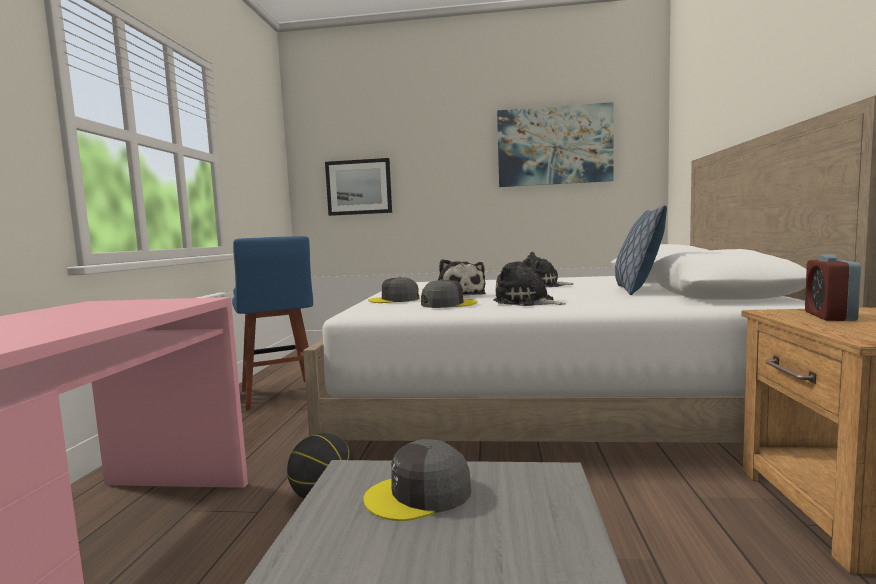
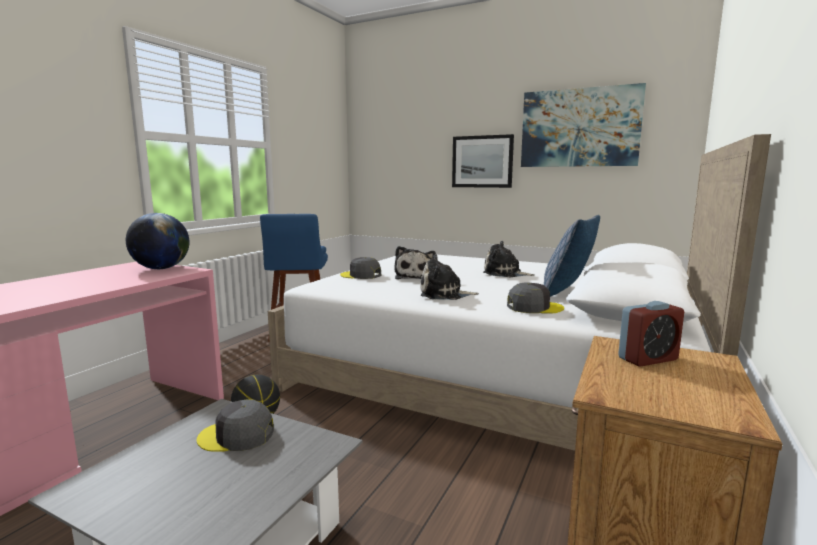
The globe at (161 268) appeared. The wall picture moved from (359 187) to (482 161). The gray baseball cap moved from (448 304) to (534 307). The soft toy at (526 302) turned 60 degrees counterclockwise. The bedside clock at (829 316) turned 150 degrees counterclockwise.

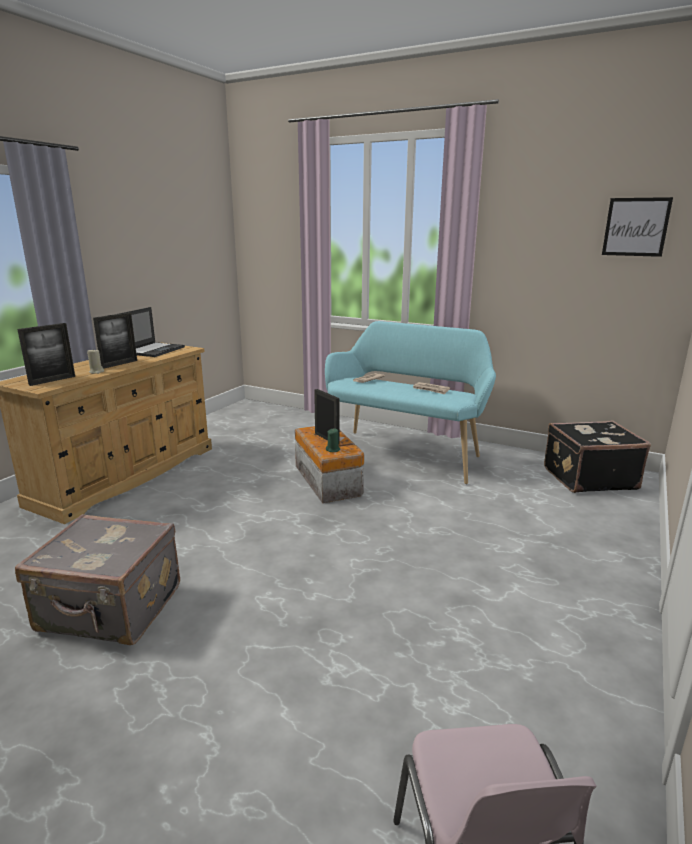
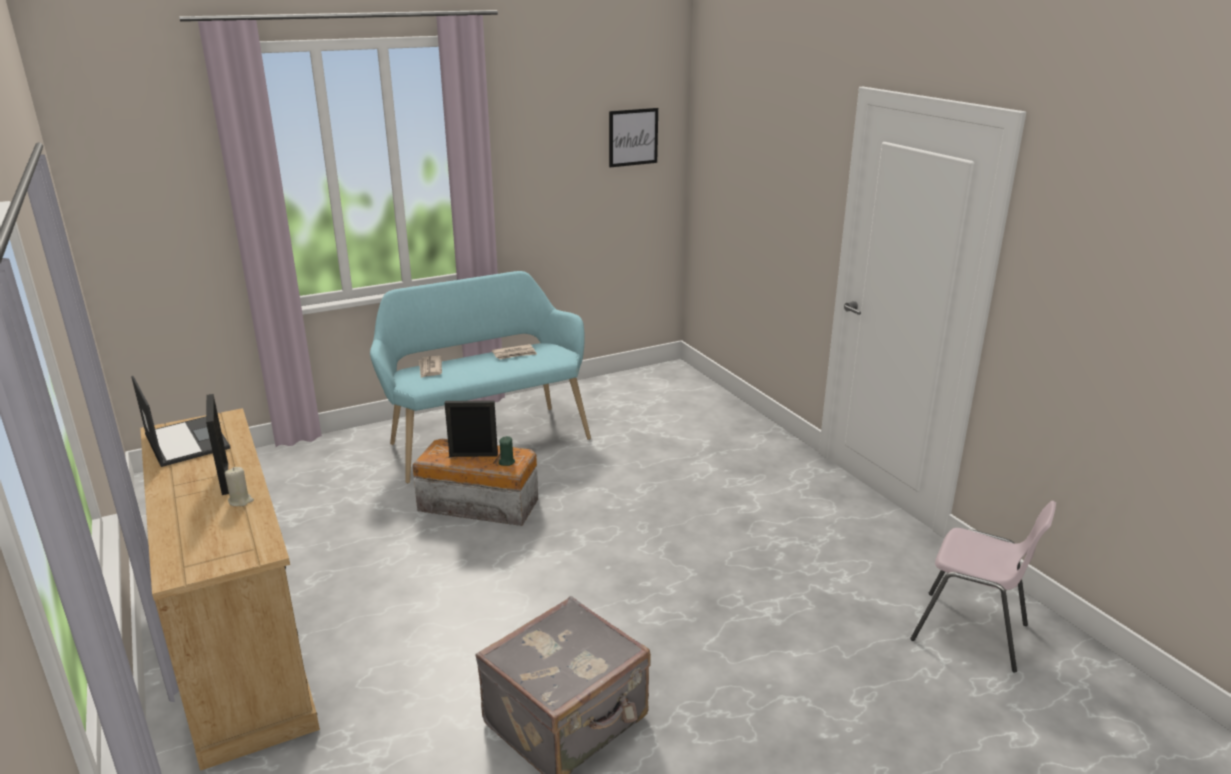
The standing frame at (52 380) disappeared. The blackish travel case at (588 478) disappeared.

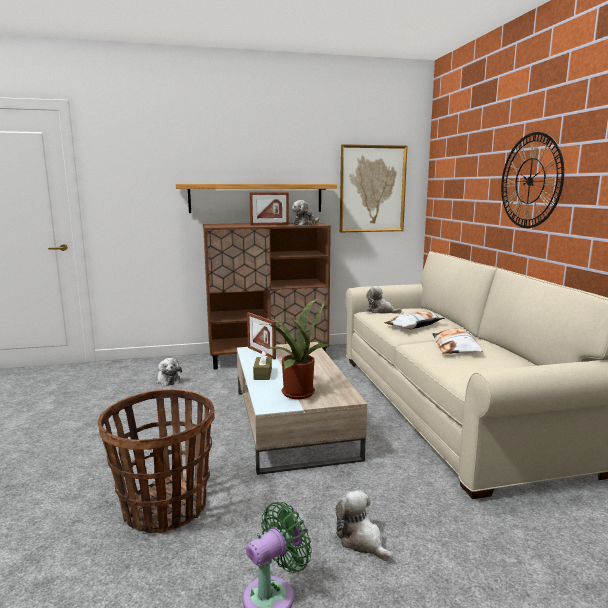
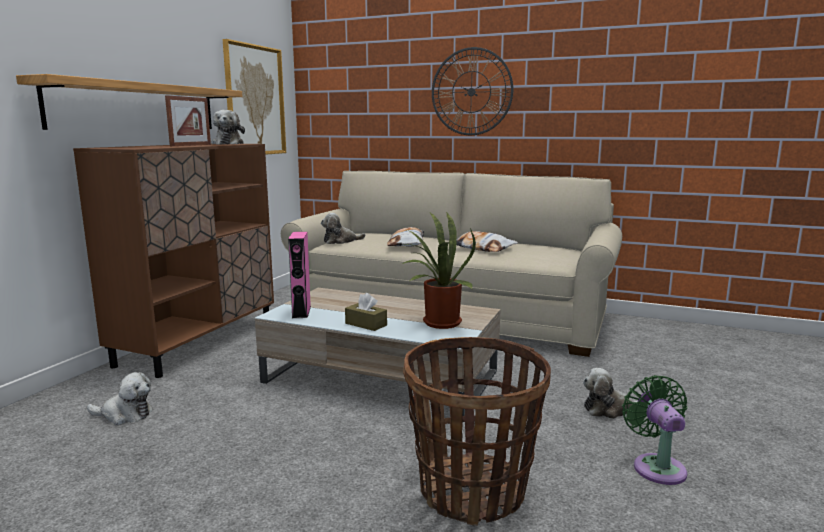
The standing frame at (261 353) was replaced by the pinkish loudspeaker at (301 312).

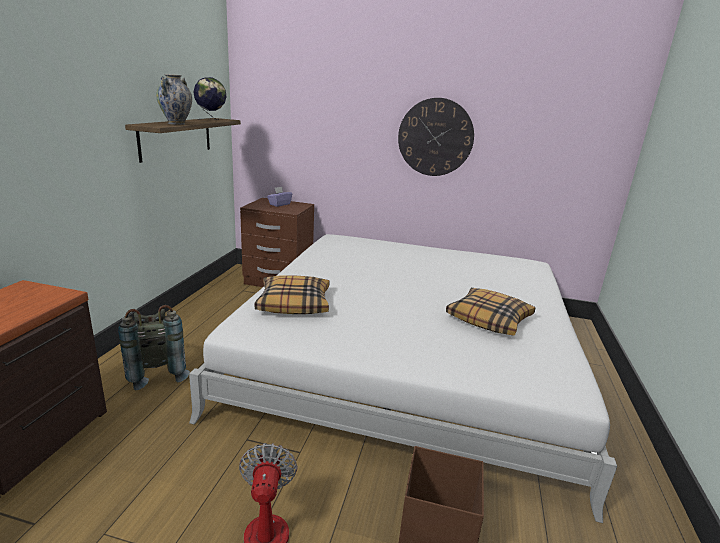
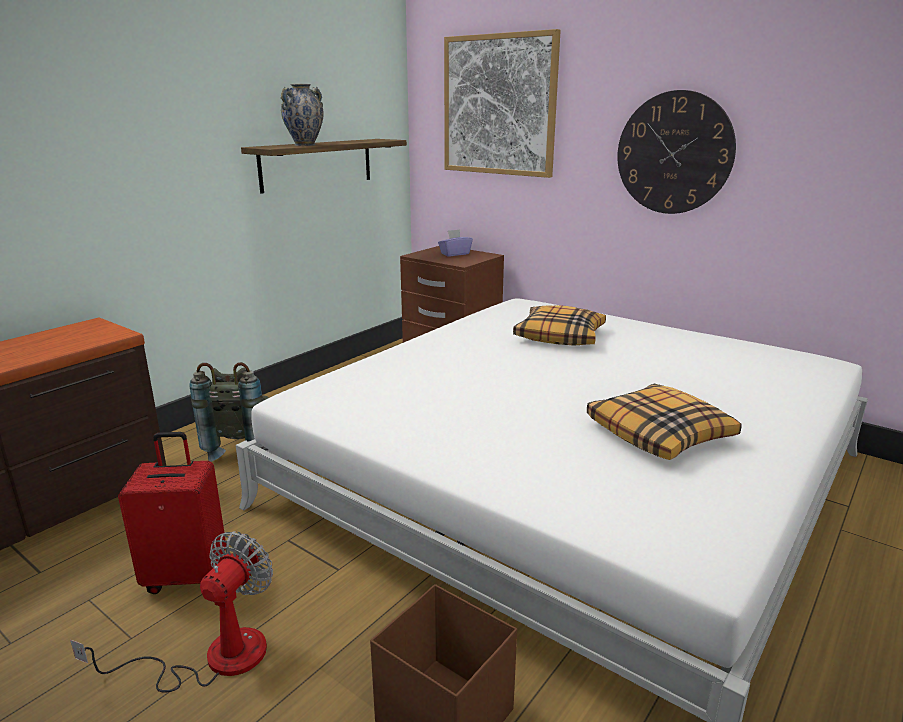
The globe at (211 119) disappeared. The reddish travel case at (188 576) appeared. The wall picture at (499 105) appeared. The throw pillow moved from (294 303) to (560 336).

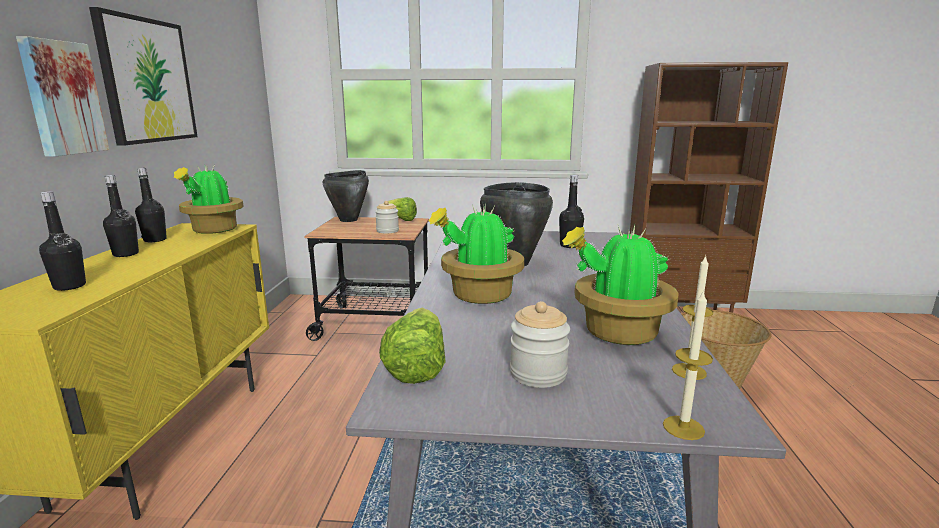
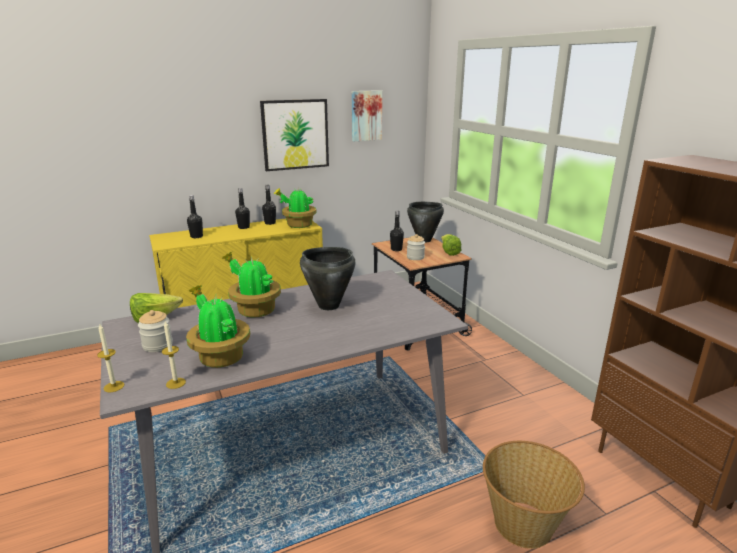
The wall picture moved from (62 98) to (366 115). The blackish bottle moved from (569 245) to (396 249).

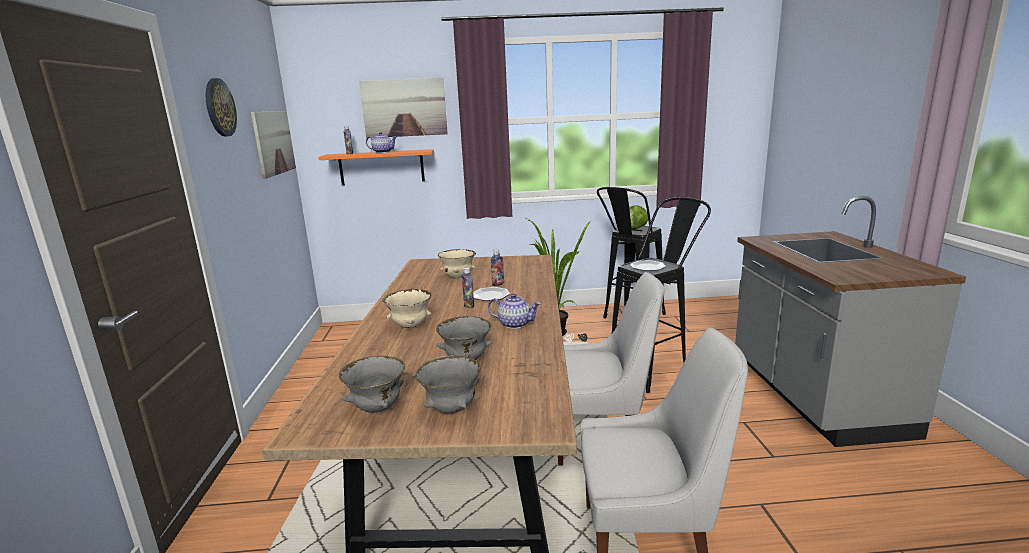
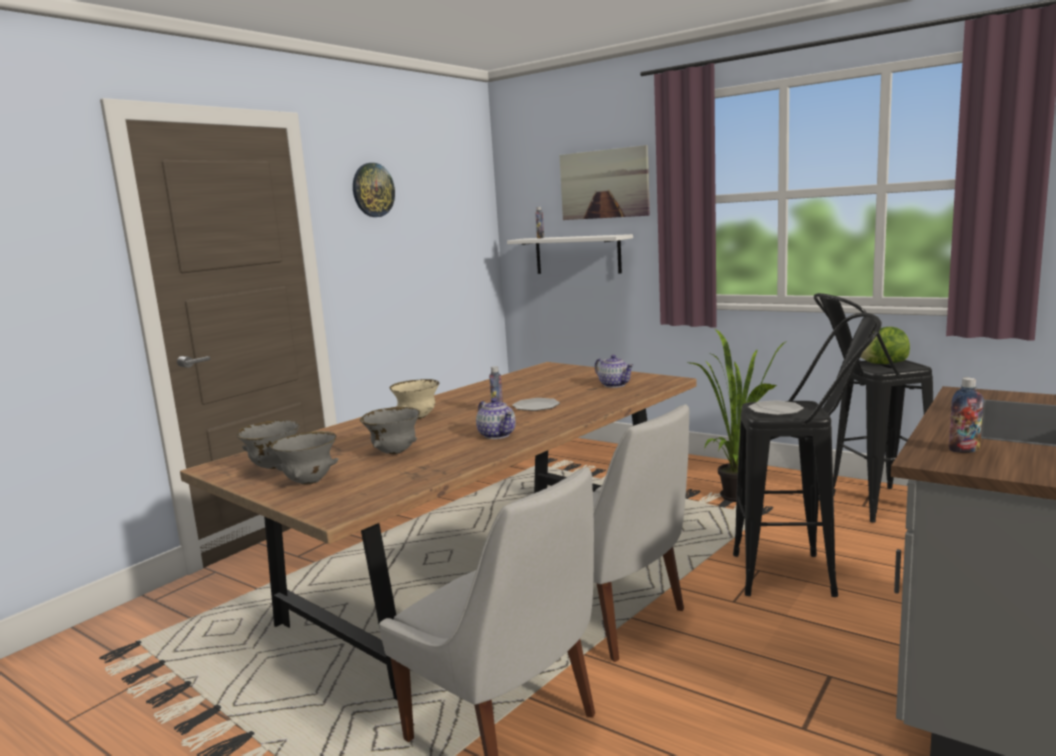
The wall picture at (274 142) disappeared. The beige-coloured serving bowl at (458 277) disappeared. The teapot moved from (382 152) to (614 385). The bottle moved from (498 284) to (964 450). The orange-coloured bracket shelf at (381 167) became the white bracket shelf at (577 254).

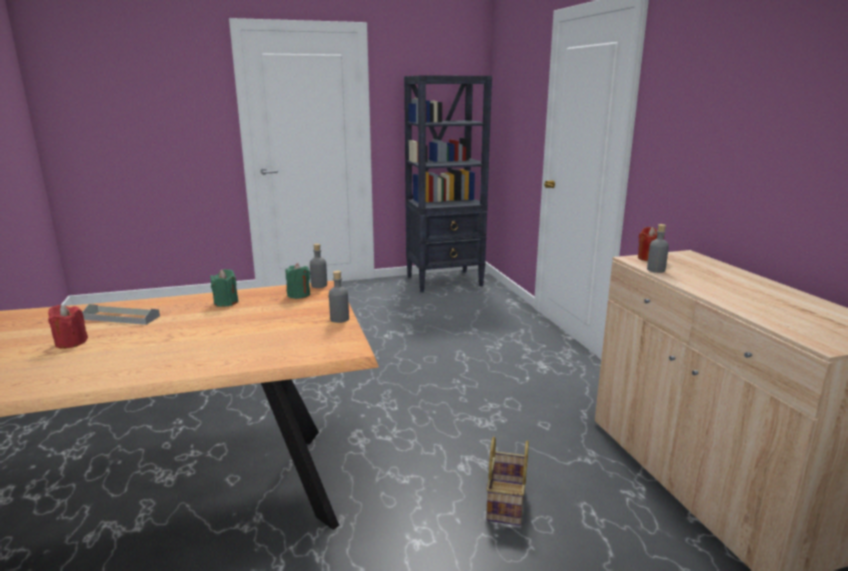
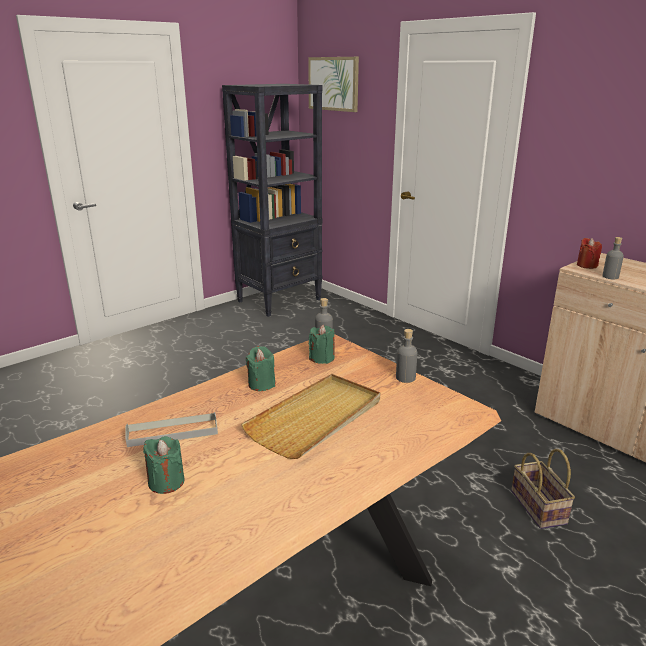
The beige-coloured tray at (316 418) appeared. The wall picture at (333 84) appeared. The reddish wax candle at (71 342) became the greenish wax candle at (166 482).

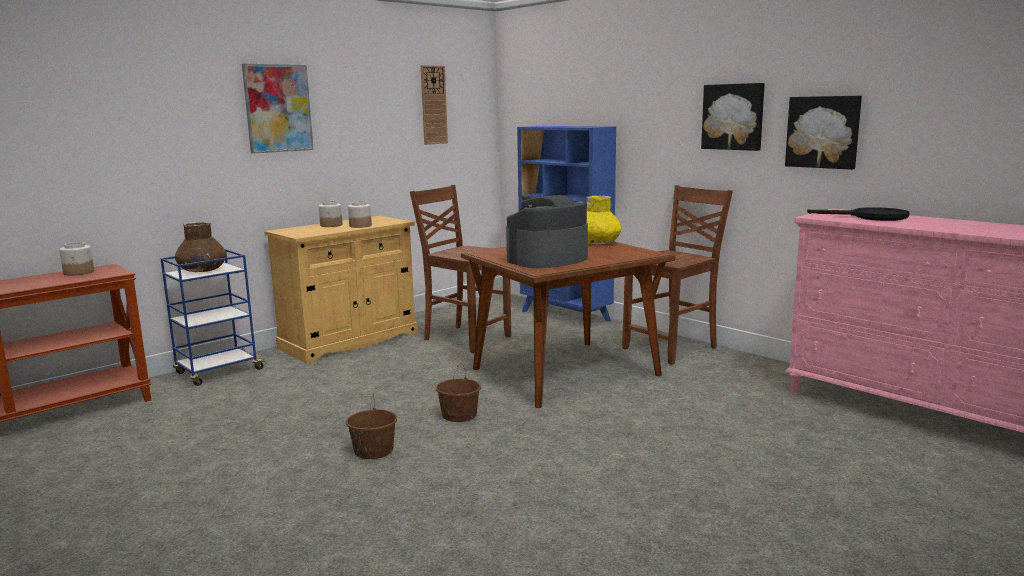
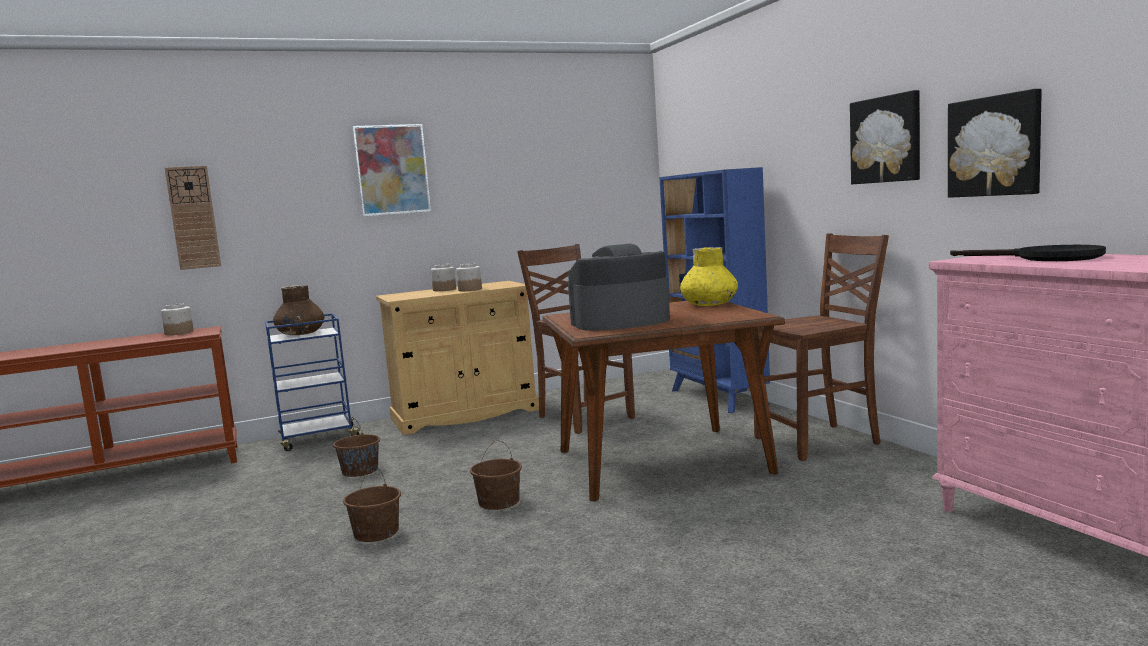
The brown-coloured pail at (360 471) appeared. The hanging clock moved from (433 105) to (193 217).

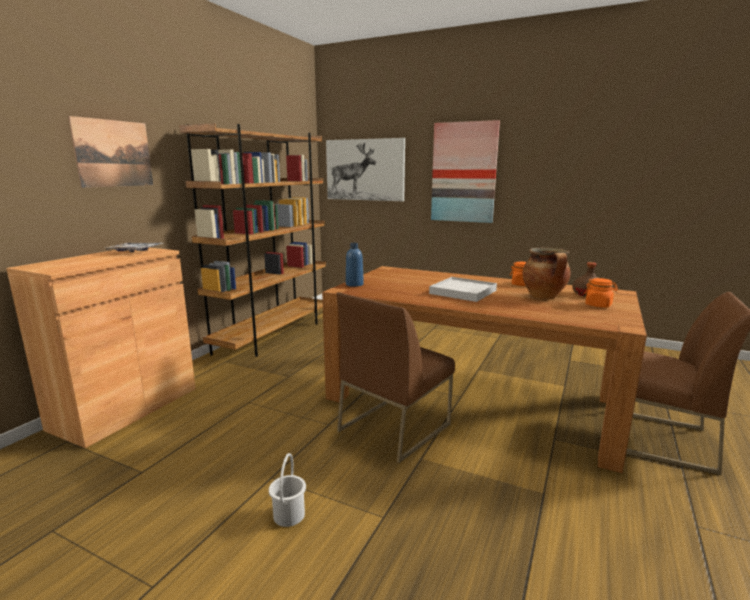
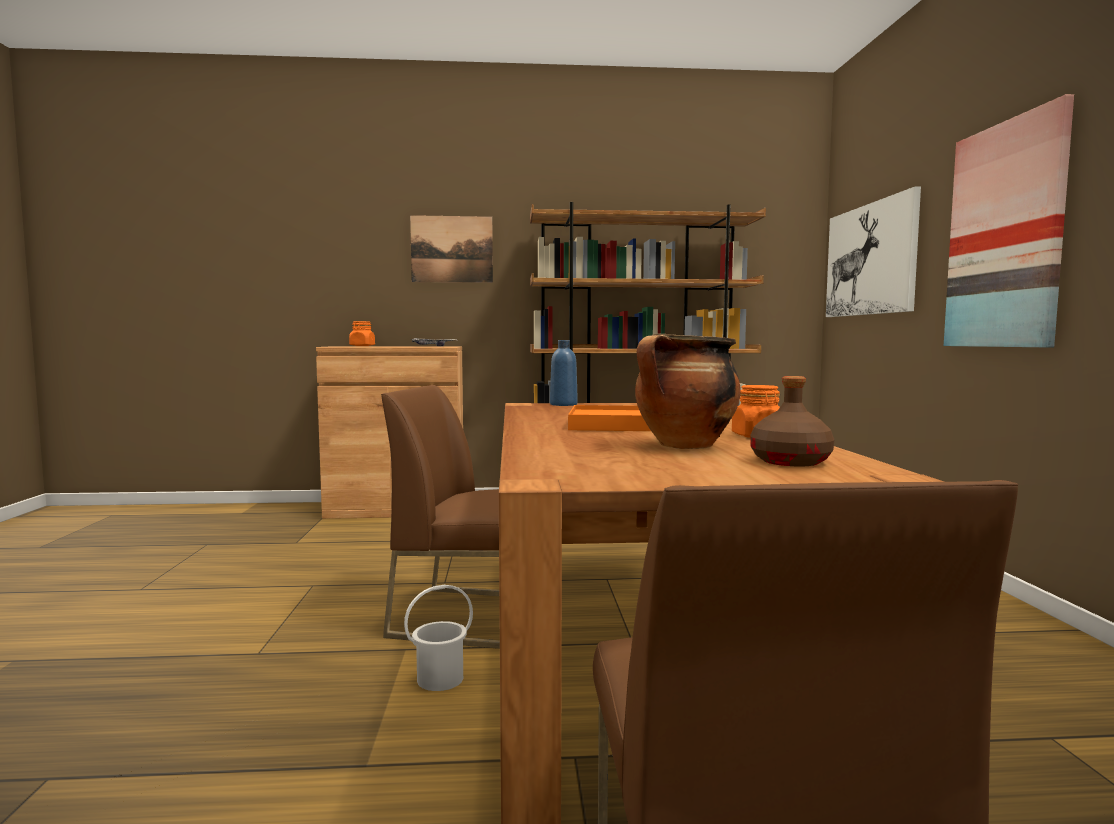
The white pail moved from (289 515) to (441 679). The orange-coloured preserve jar moved from (598 305) to (362 346). The white tray at (463 292) became the orange-coloured tray at (618 424).

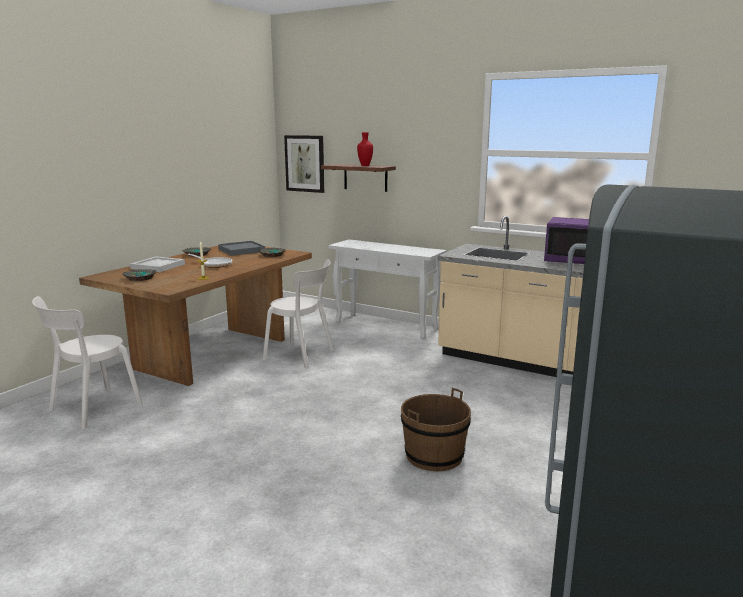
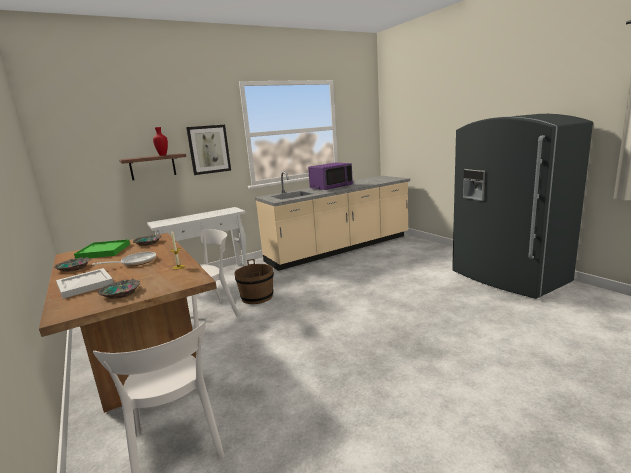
The wall picture moved from (305 163) to (209 149). The brown-coloured pail moved from (434 456) to (257 297). The gray tray at (241 250) became the greenish tray at (104 251).

